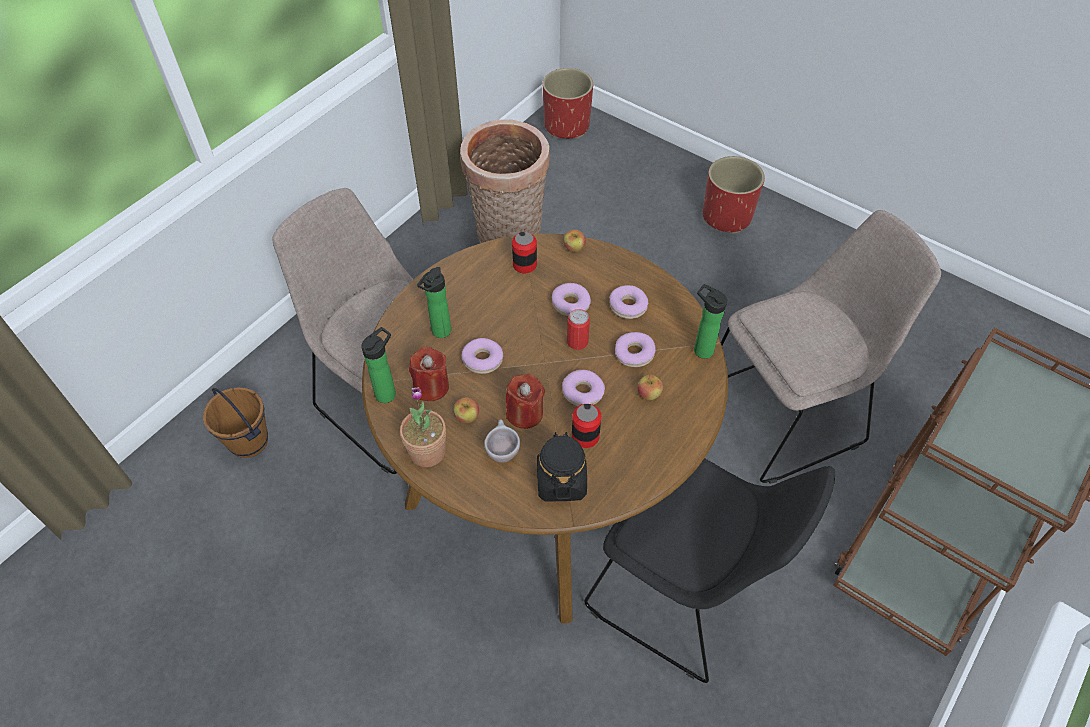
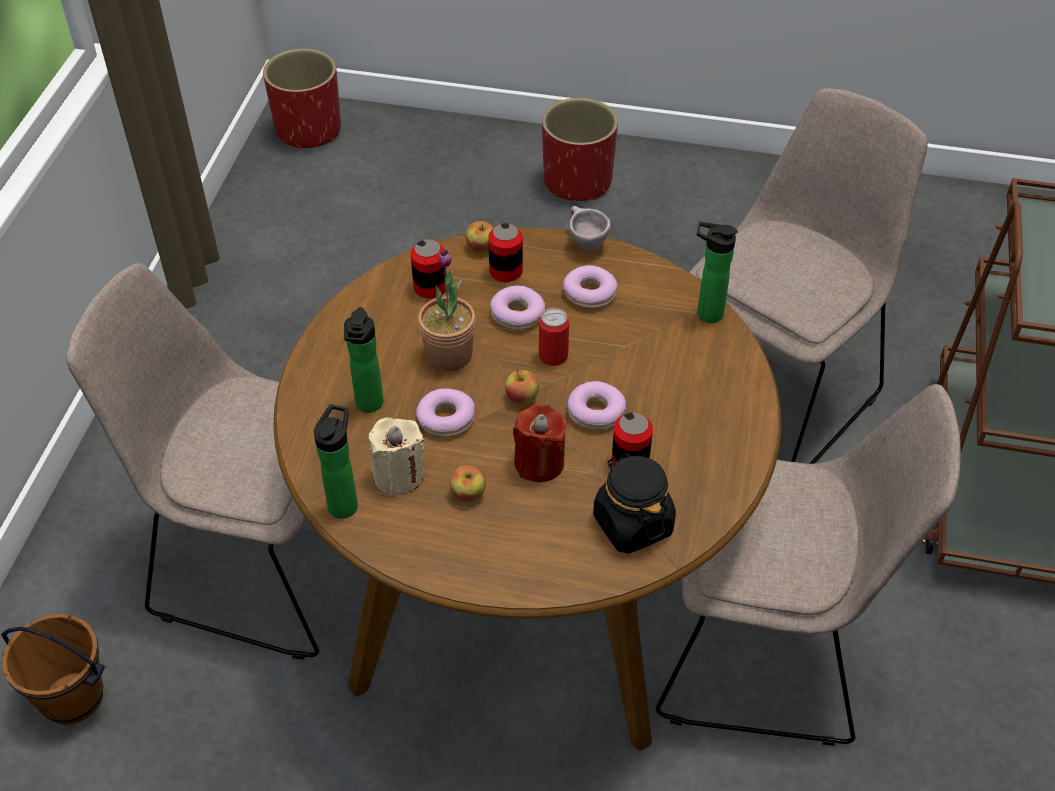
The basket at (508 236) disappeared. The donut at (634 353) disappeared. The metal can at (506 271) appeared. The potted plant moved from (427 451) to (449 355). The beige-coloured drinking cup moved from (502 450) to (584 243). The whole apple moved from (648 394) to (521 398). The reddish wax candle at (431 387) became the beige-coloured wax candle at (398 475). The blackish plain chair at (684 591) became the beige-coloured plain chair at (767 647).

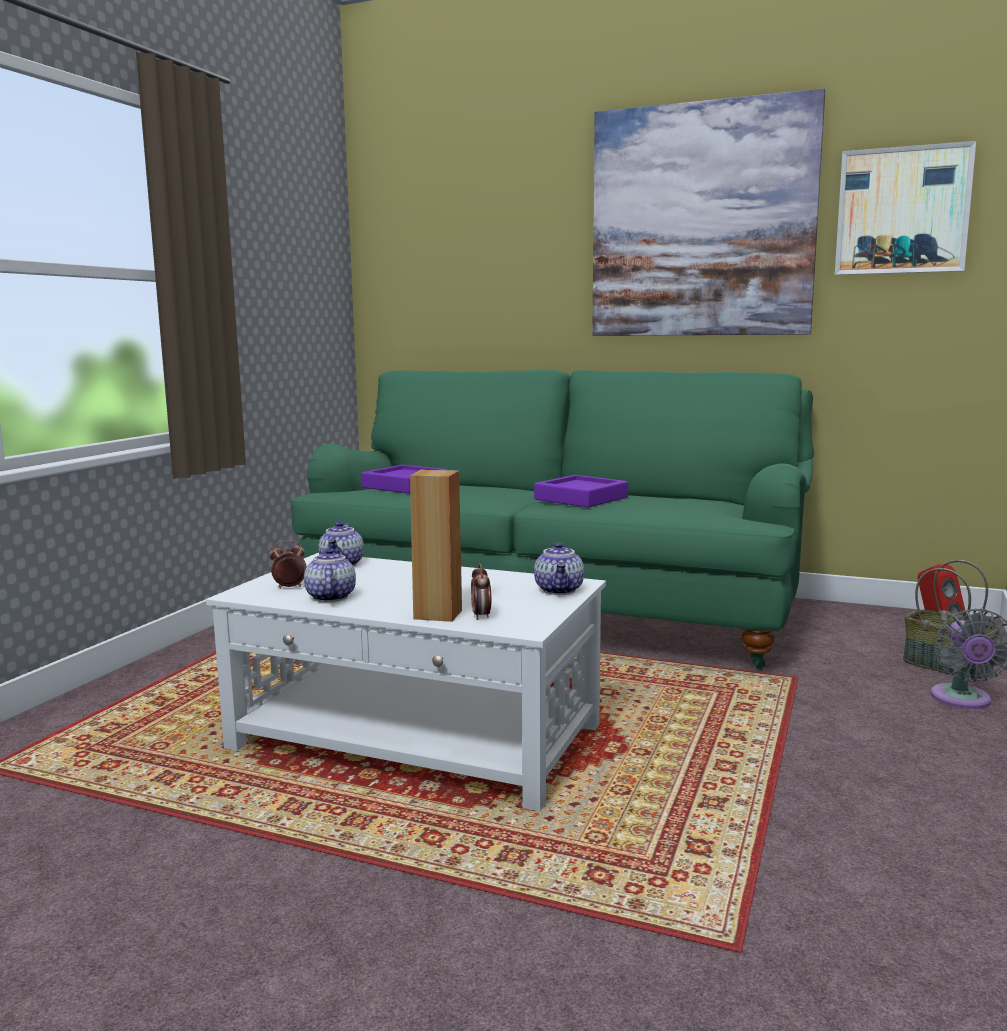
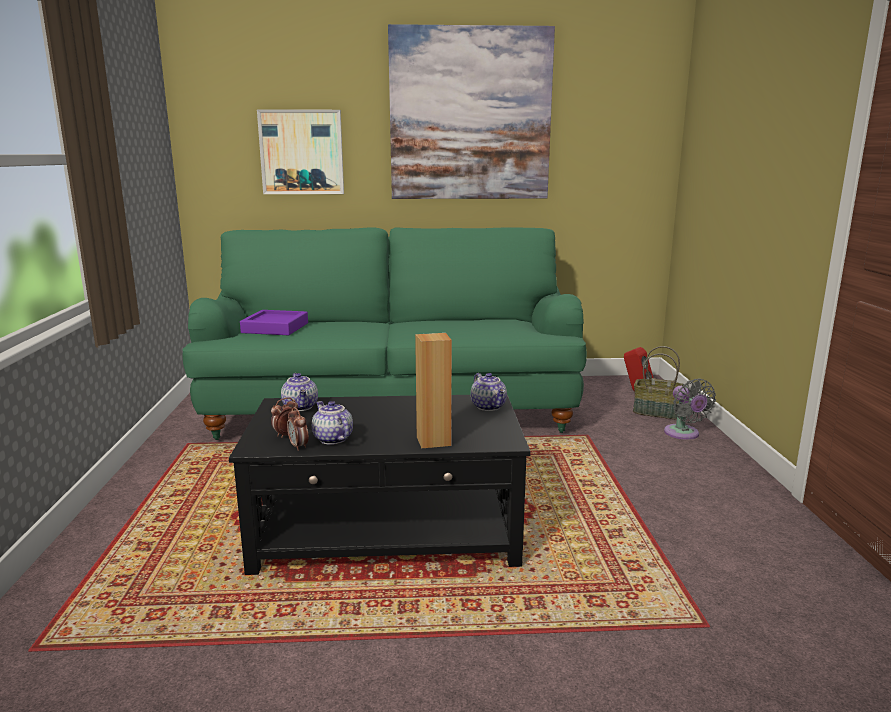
The purplish tray at (581 498) disappeared. The bedside clock moved from (481 616) to (299 446). The wall picture moved from (902 211) to (301 152). The white low table at (417 739) became the blackish low table at (388 531).

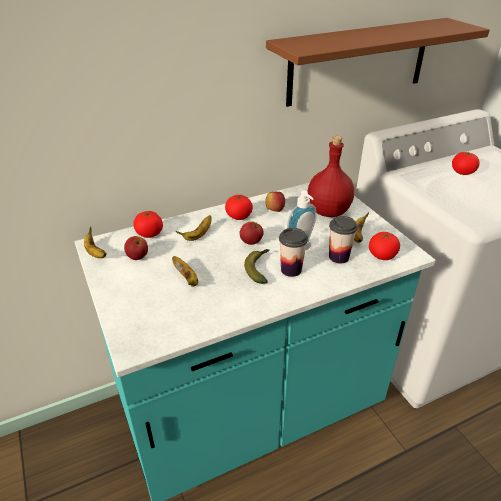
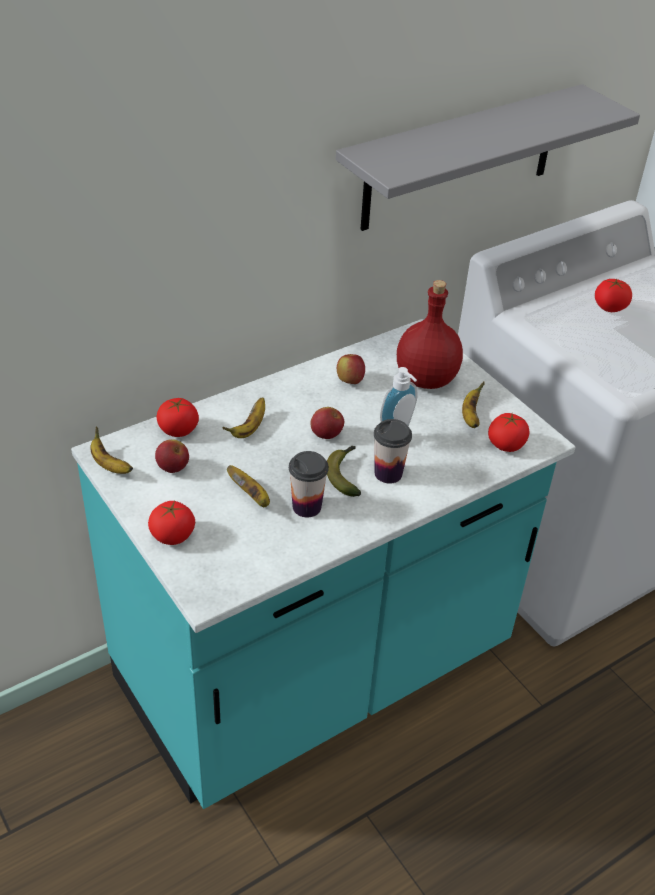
The tomato moved from (238 216) to (172 536). The drinking cup moved from (338 257) to (306 507). The brown-coloured bracket shelf at (359 62) became the gray bracket shelf at (461 158).

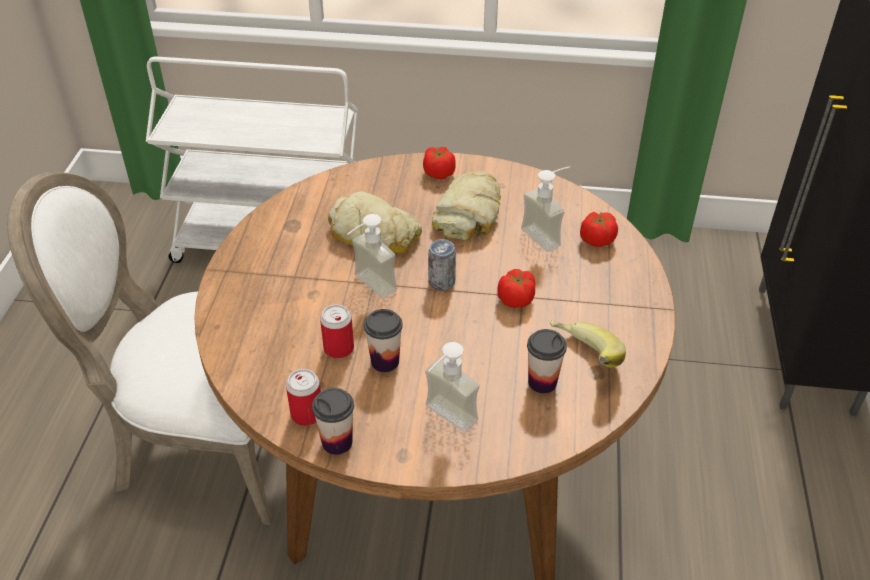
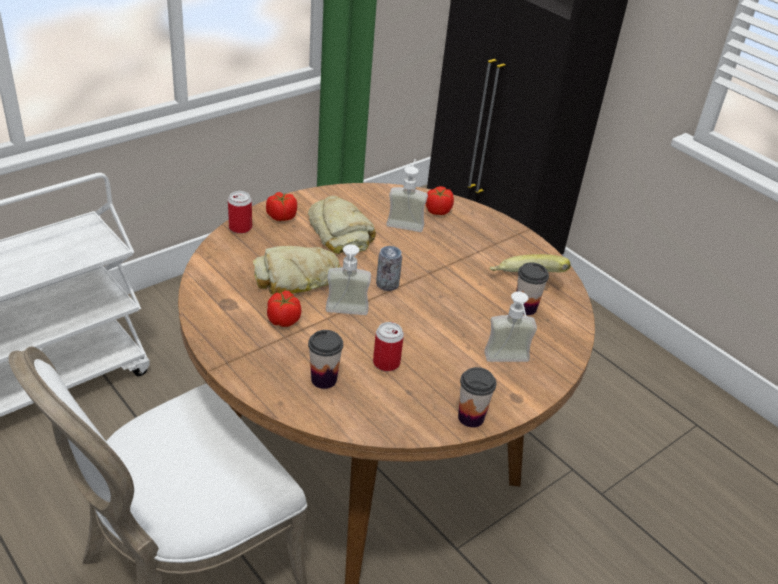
The metal can moved from (307 414) to (240 228). The drinking cup moved from (385 361) to (324 379). The tomato moved from (516 299) to (283 319).

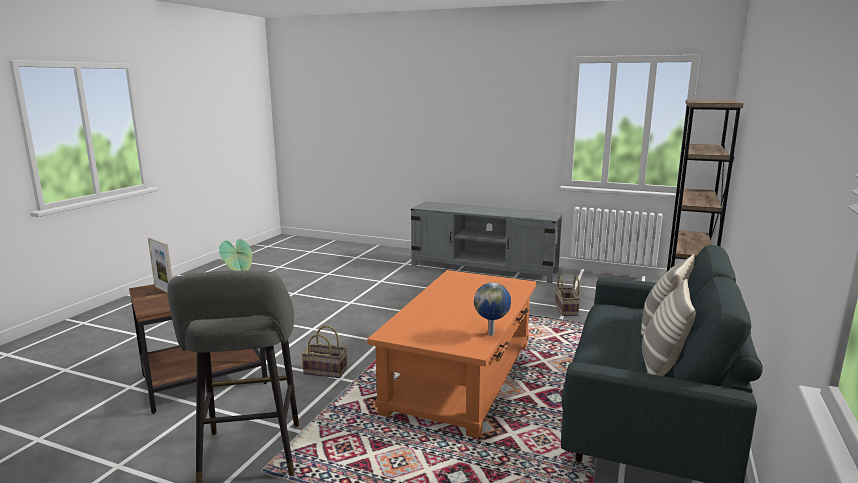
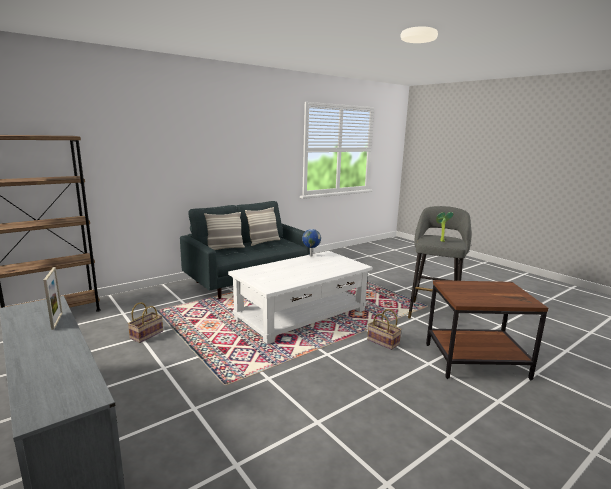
The standing frame moved from (164 290) to (57 321). The orange-coloured low table at (460 377) became the white low table at (302 314).

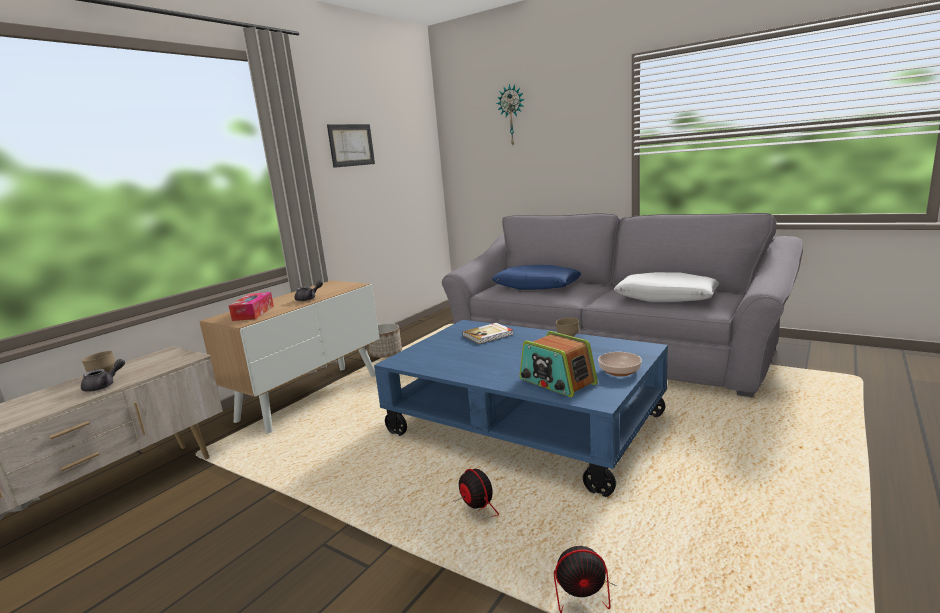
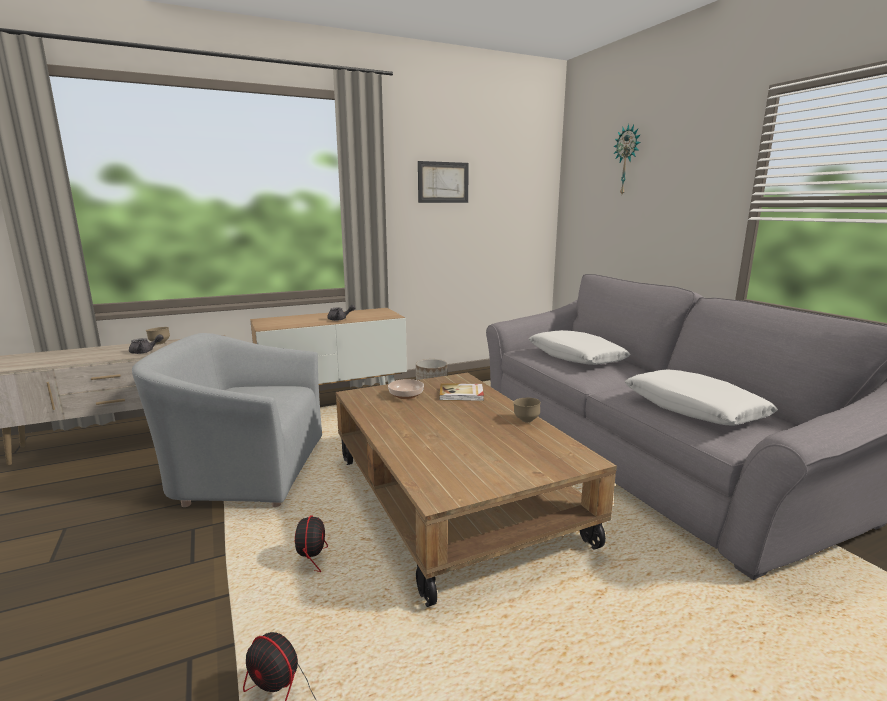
The tissue box at (253 313) disappeared. The radio at (557 382) disappeared. The gray armchair at (246 471) appeared. The serving bowl moved from (620 371) to (406 395). The blue-coloured low table at (524 425) became the brown-coloured low table at (453 498). The blue-coloured throw pillow at (536 286) became the white throw pillow at (575 357).

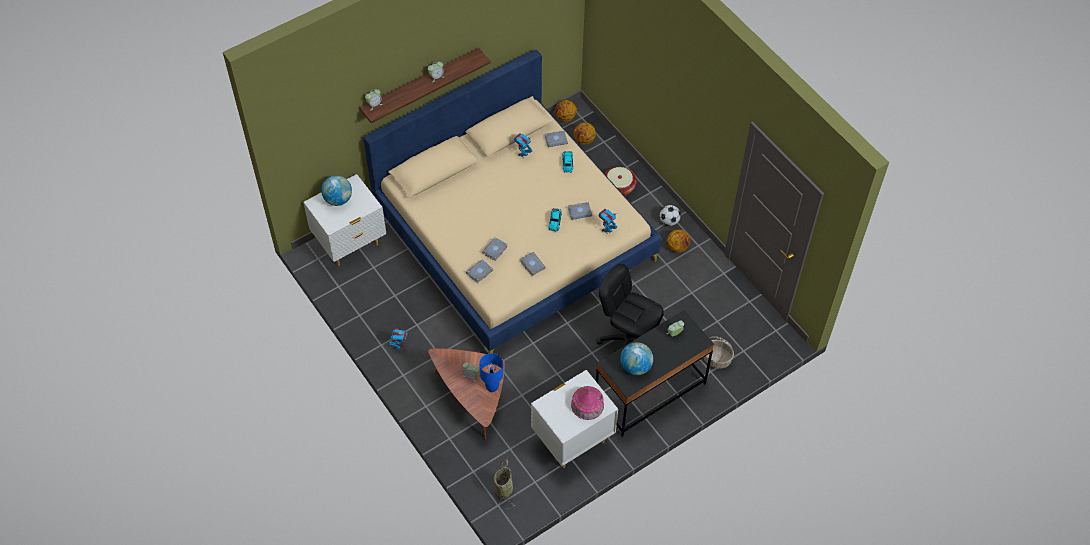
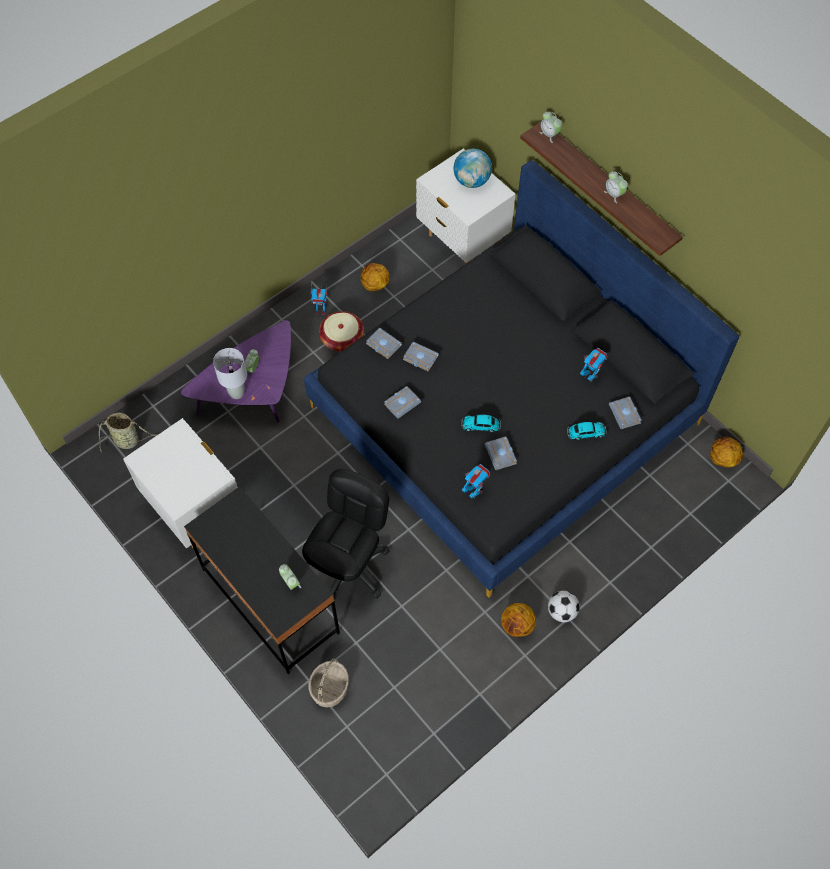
The toy house at (587 405) disappeared. The globe at (635 366) disappeared. The basketball moved from (584 140) to (375 285). The basket moved from (619 187) to (342 338). The beige-coloured sleeping bed at (514 235) became the blackish sleeping bed at (505 415). The brown-coloured low table at (473 397) became the purplish low table at (254 394). The blue-coloured lamp for a table at (492 387) became the gray lamp for a table at (236 393).

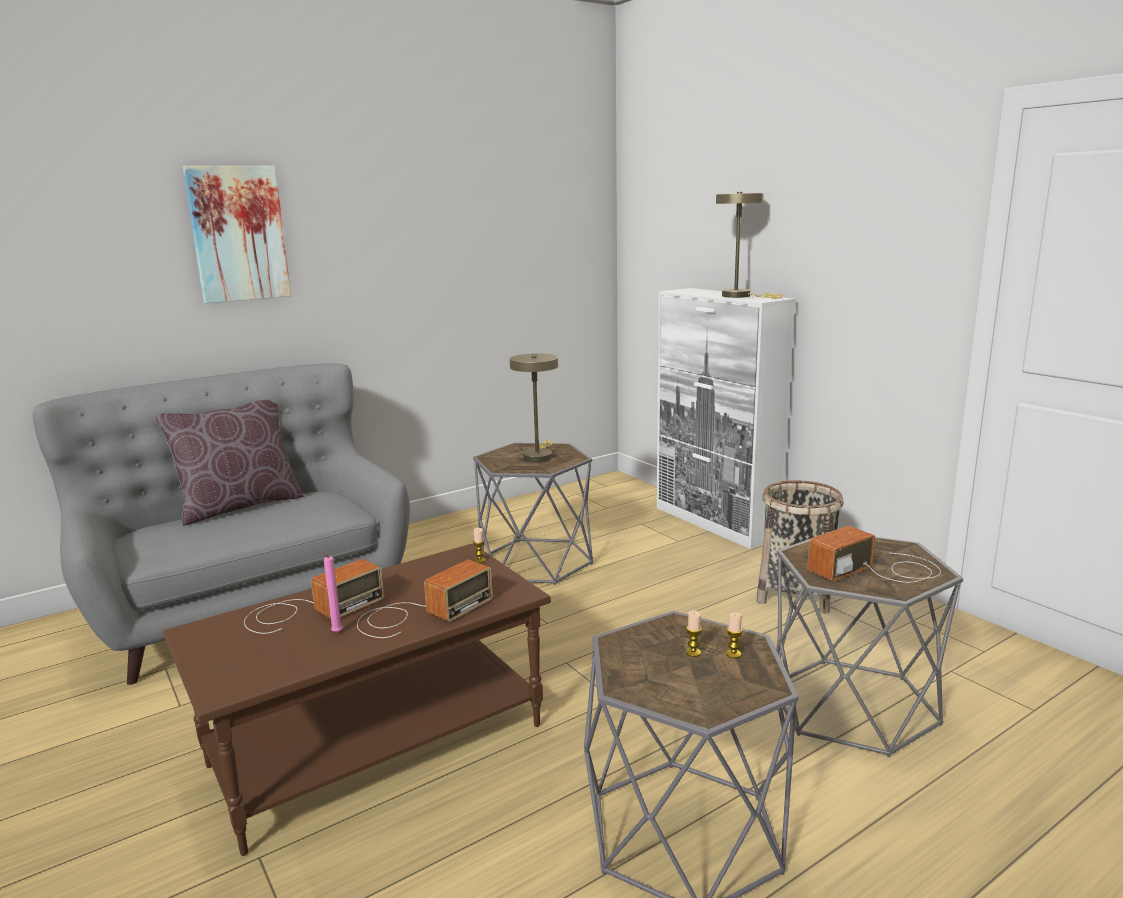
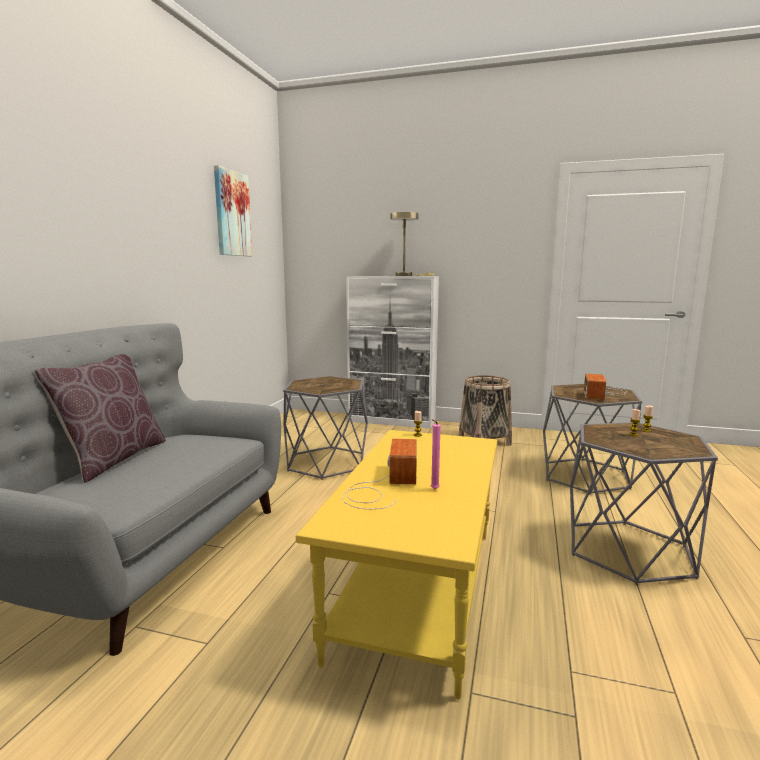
The radio at (420 613) disappeared. The beige-coloured lamp for a table at (538 456) disappeared. The wall picture moved from (238 234) to (232 214). The brown-coloured low table at (378 743) became the yellow low table at (416 588).

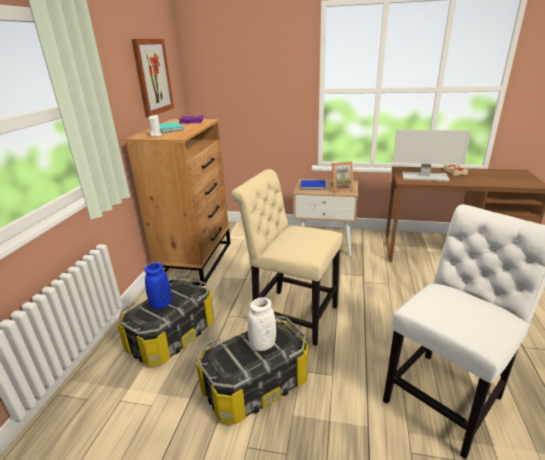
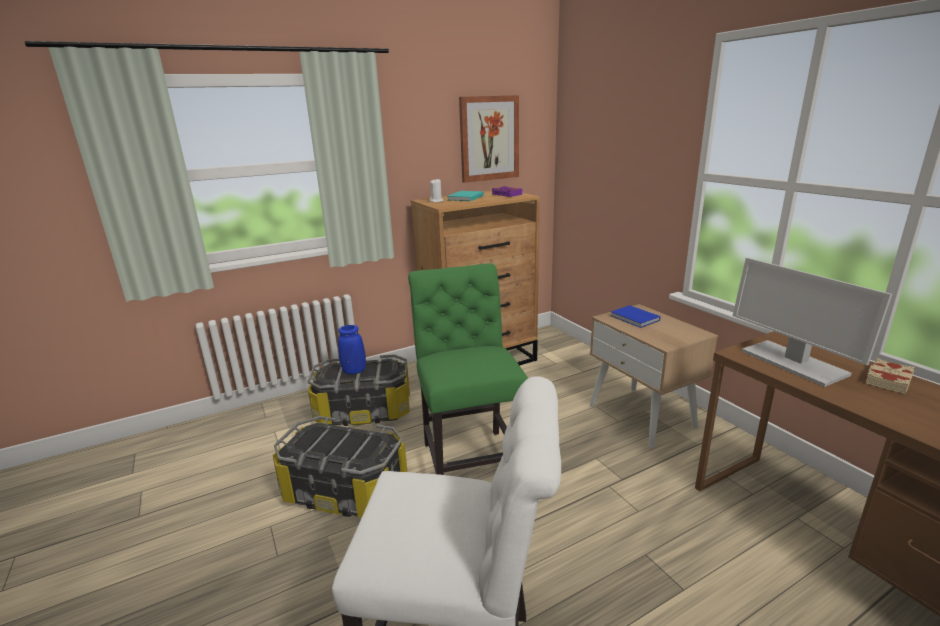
The white vase at (262 344) disappeared. The standing frame at (341 189) disappeared. The beige-coloured plain chair at (290 314) became the greenish plain chair at (470 460).

